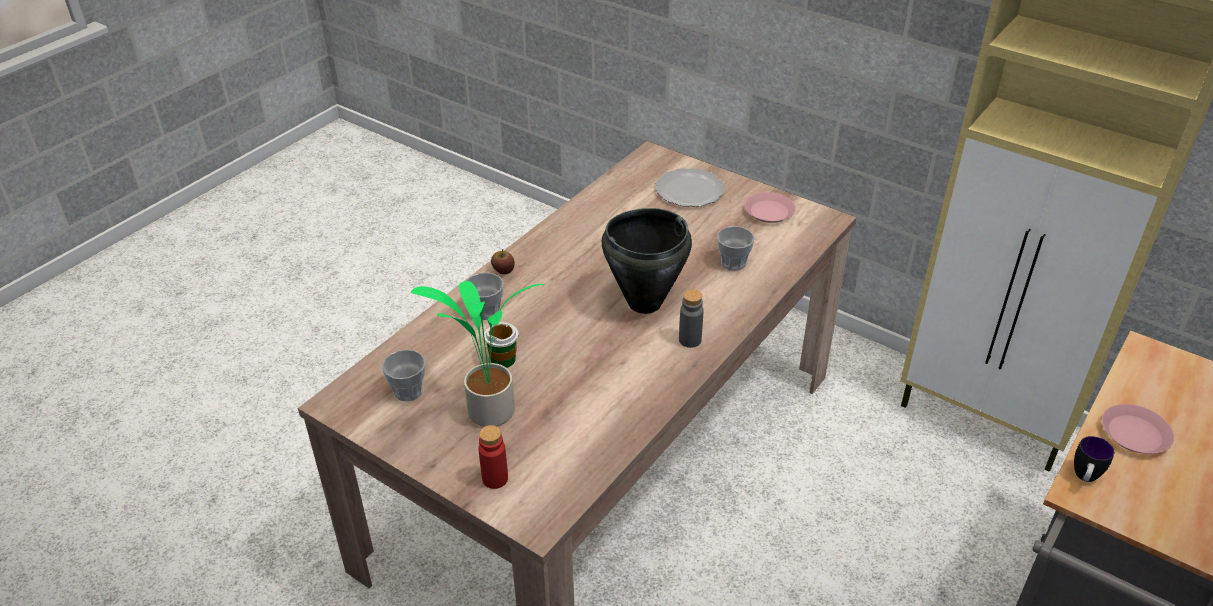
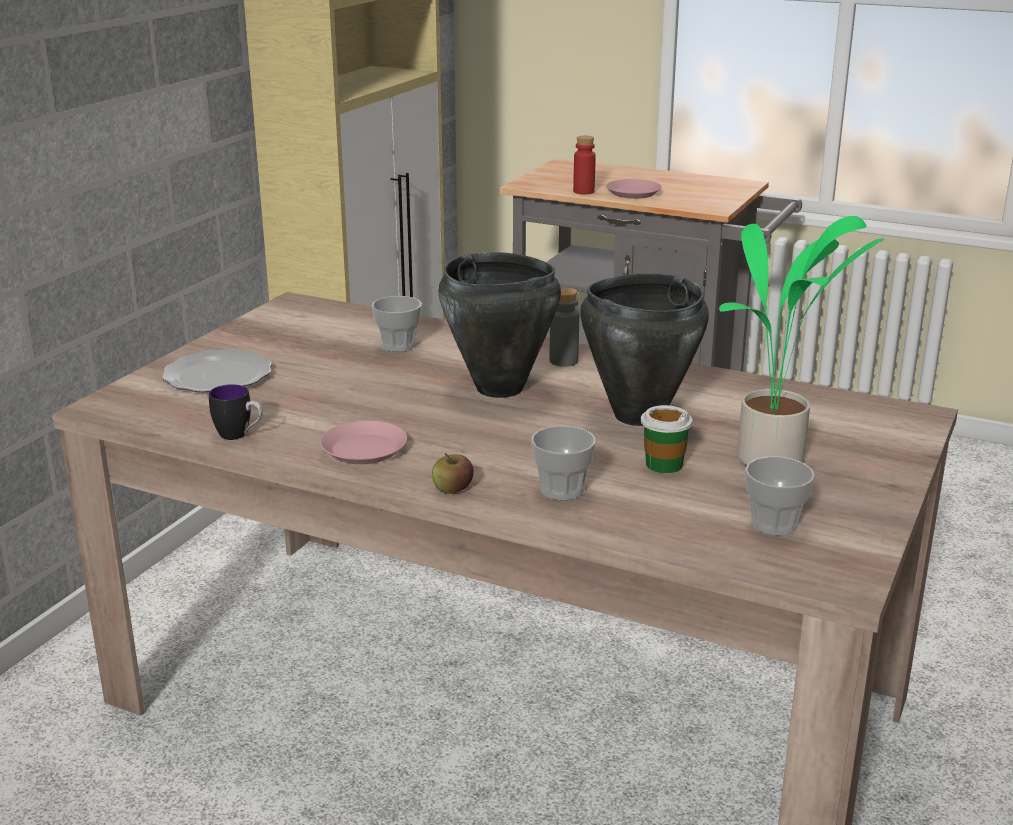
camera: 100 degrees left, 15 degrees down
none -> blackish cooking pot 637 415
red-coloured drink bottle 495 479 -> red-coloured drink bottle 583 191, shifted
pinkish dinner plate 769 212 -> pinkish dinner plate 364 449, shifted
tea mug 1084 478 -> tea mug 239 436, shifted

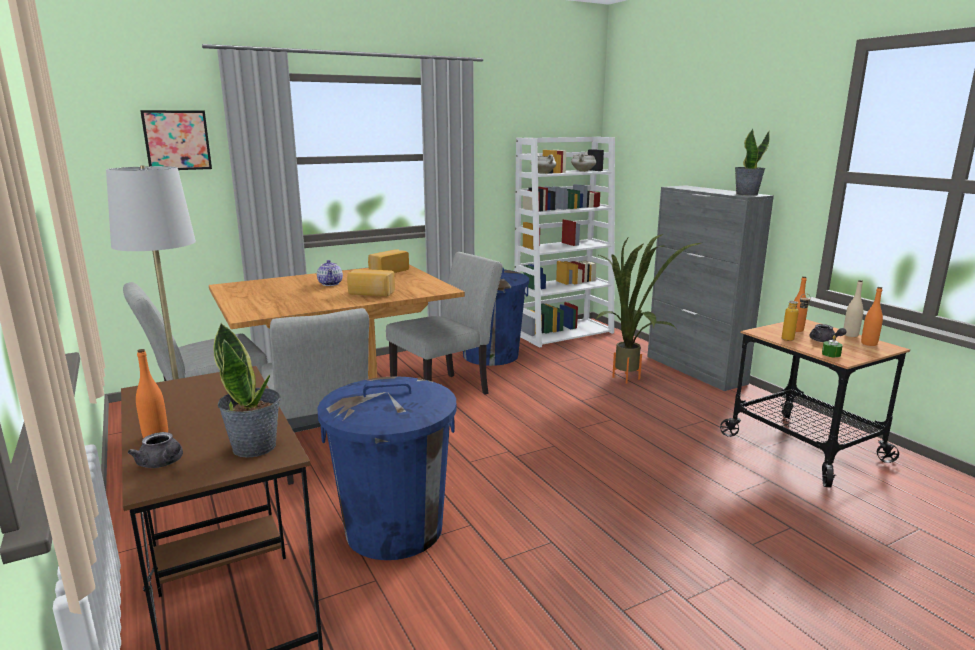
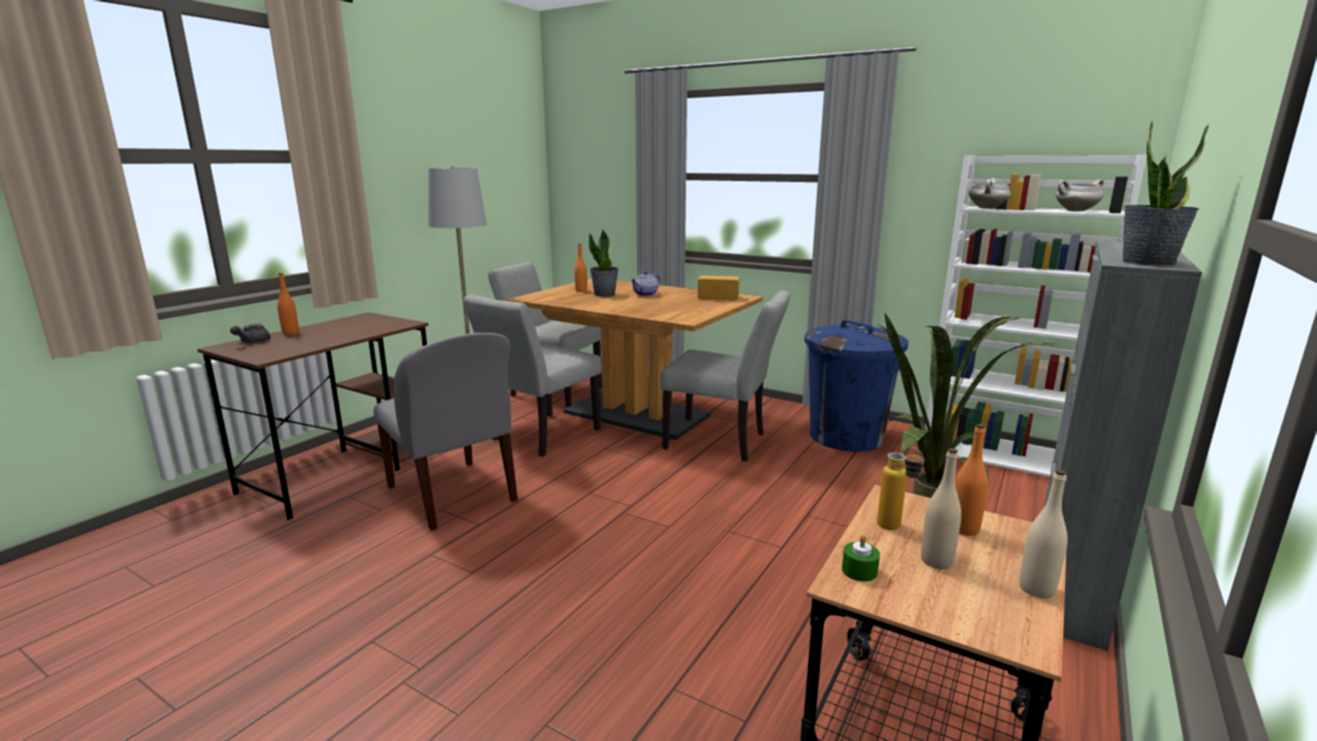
camera: 60 degrees right, 0 degrees up
picture 177 140 -> none
baked bread 371 293 -> none
houseplant 255 447 -> houseplant 605 294, shifted
orange-coloured drink bottle 869 343 -> orange-coloured drink bottle 581 291, shifted
bluish trash can 394 529 -> gray plain chair 453 495
gray pot for tea 824 341 -> beige drink bottle 936 561

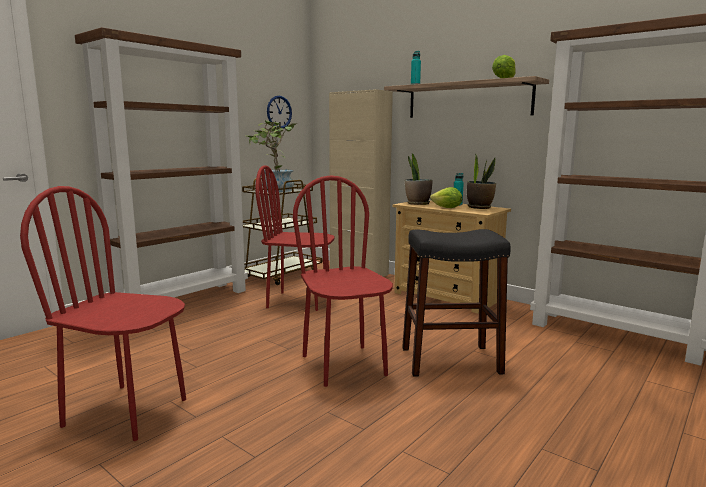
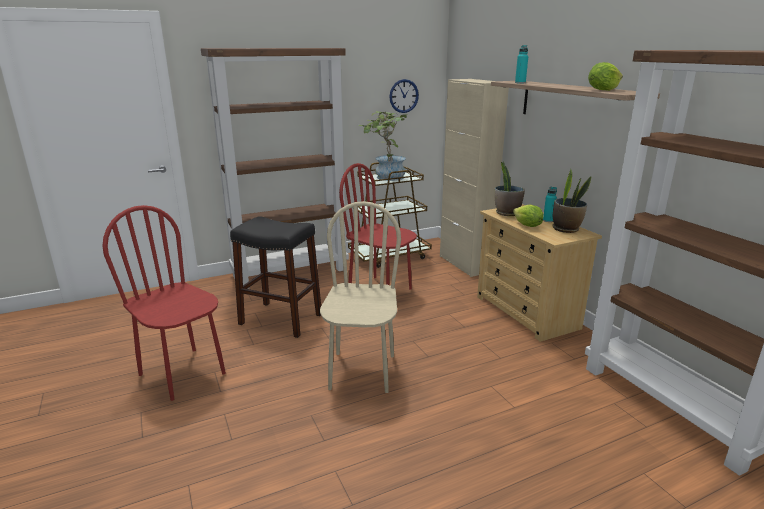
camera: 25 degrees right, 10 degrees up
blackish stool seat 450 360 -> blackish stool seat 281 319, shifted
red-coloured plain chair 344 365 -> beige plain chair 361 372

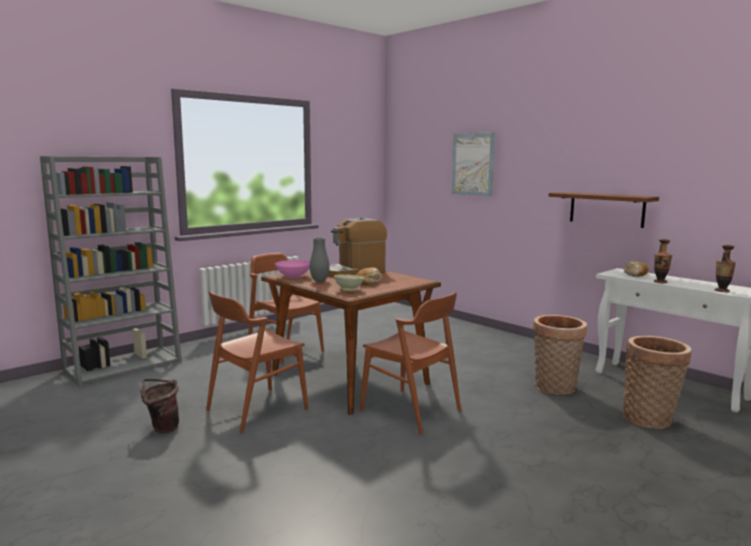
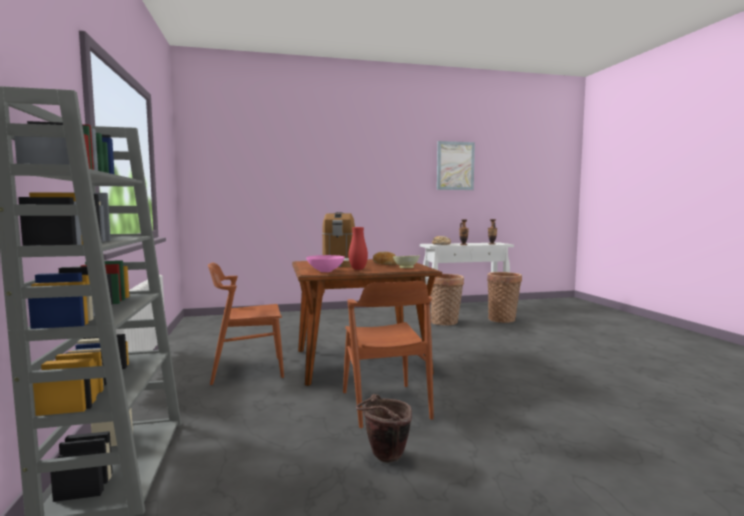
camera: 60 degrees left, 5 degrees down
brownish plain chair 411 411 -> none
brownish wall shelf 606 209 -> none
picture 473 164 -> picture 455 166, shifted
gray decorative vase 319 281 -> red-coloured decorative vase 358 269

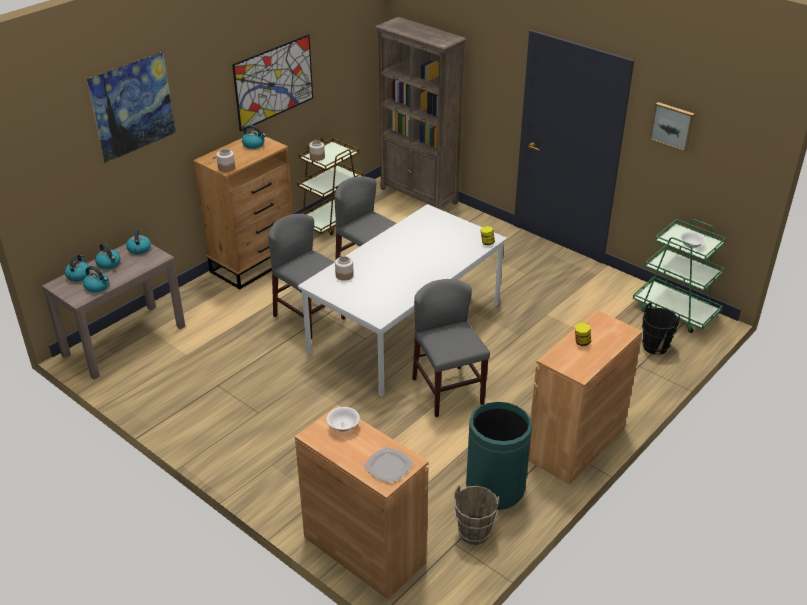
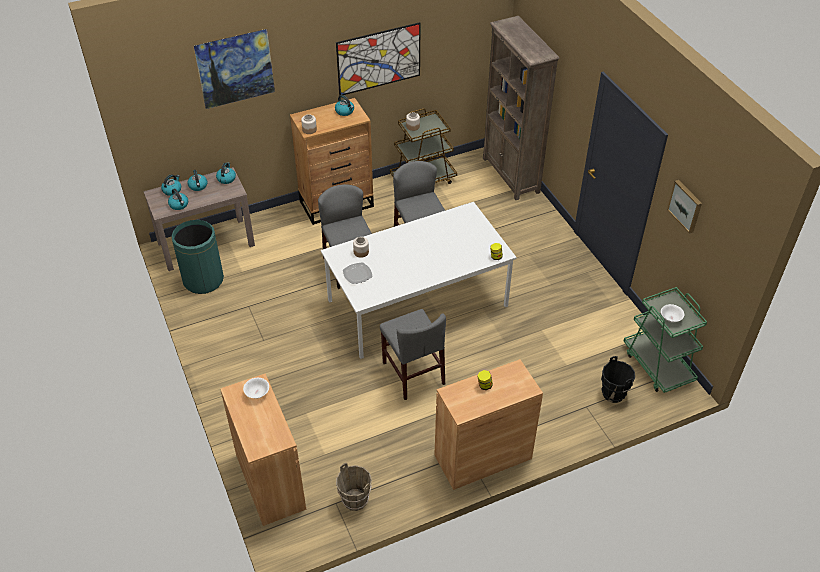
camera: 25 degrees right, 10 degrees up
dinner plate 389 466 -> dinner plate 357 274, shifted
greenish trash can 495 489 -> greenish trash can 203 280, shifted
gray plain chair 448 391 -> gray plain chair 413 373, 150 degrees clockwise

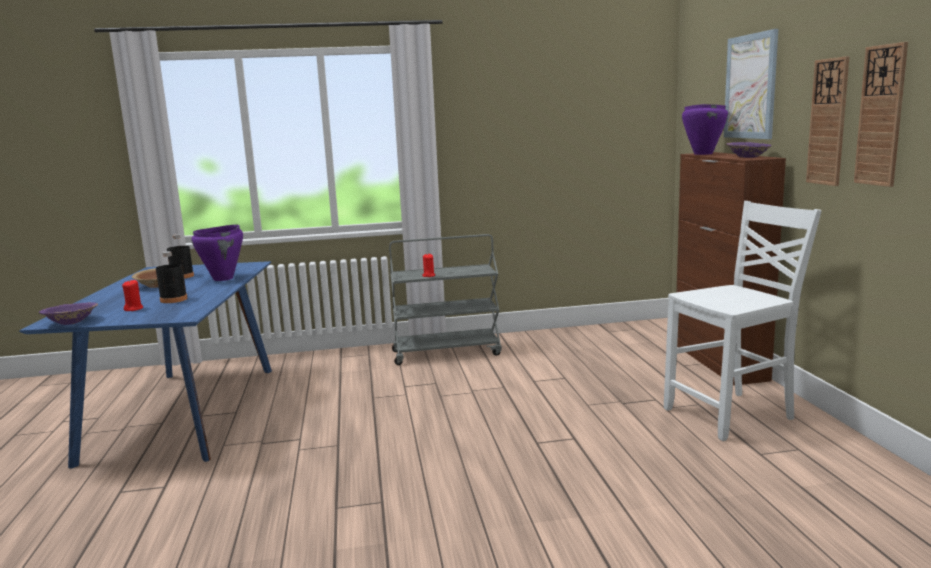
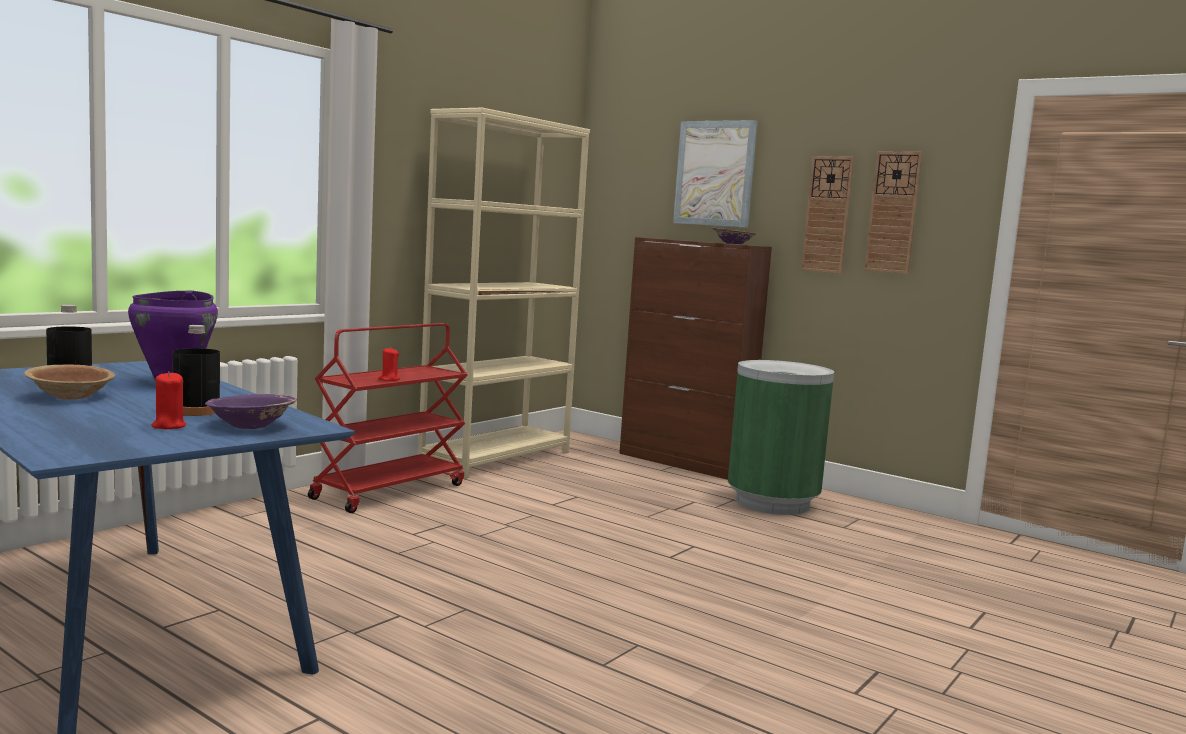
camera: 45 degrees left, 5 degrees down
purple cooking pot 702 154 -> none
none -> beige bookshelf 497 458
purple serving bowl 71 322 -> purple serving bowl 251 425, shifted
white-coloured plain chair 732 415 -> greenish trash can 772 503
gray wheeled cart 447 352 -> red-coloured wheeled cart 389 491

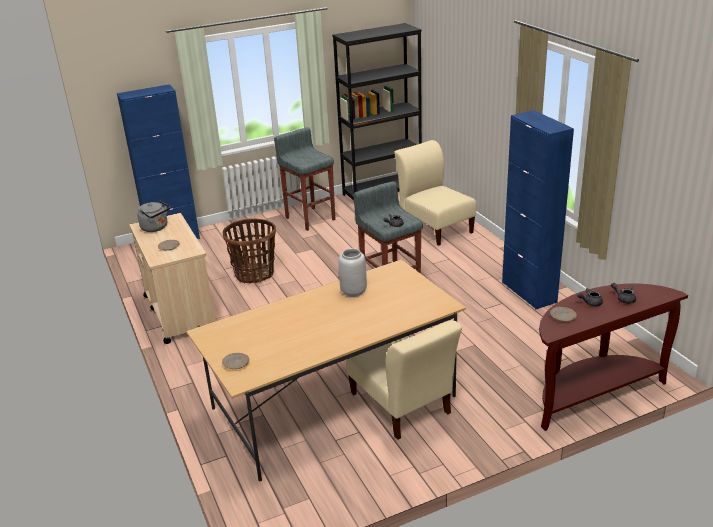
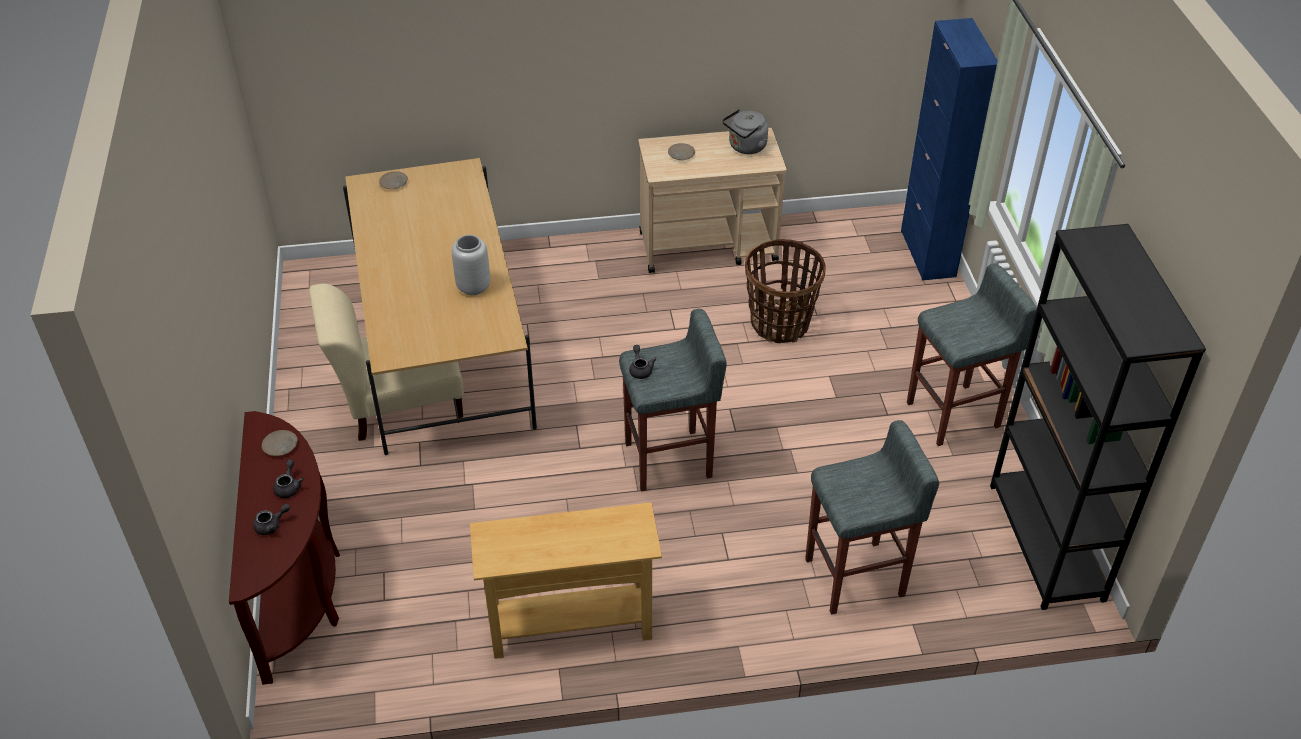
camera: 105 degrees right, 15 degrees up
beige plain chair 435 227 -> gray stool seat 856 578
bluish cabinet 528 292 -> beige console table 570 626

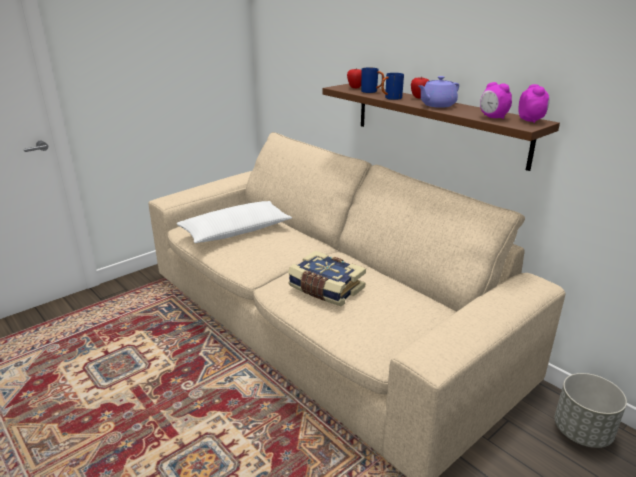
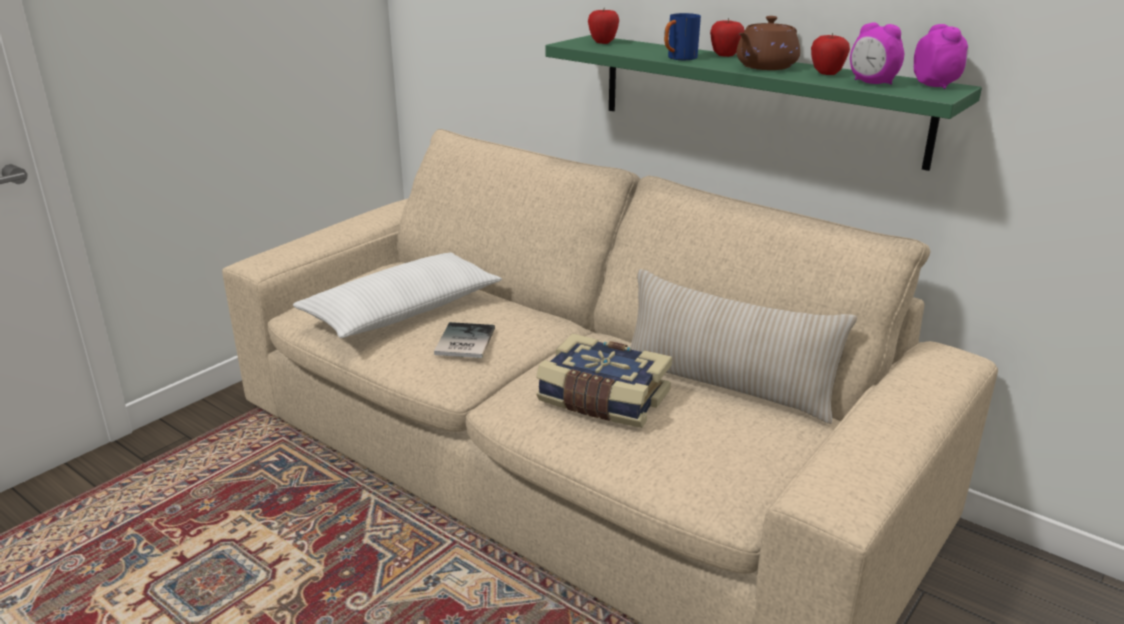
camera: 10 degrees left, 0 degrees up
bluish tea mug 372 92 -> none
gray flower pot 582 431 -> none
none -> bound book 462 342
none -> beige cushion 726 387
none -> apple 827 74
brownish wall shelf 437 122 -> greenish wall shelf 756 97
purple pot for tea 437 105 -> brownish pot for tea 765 67

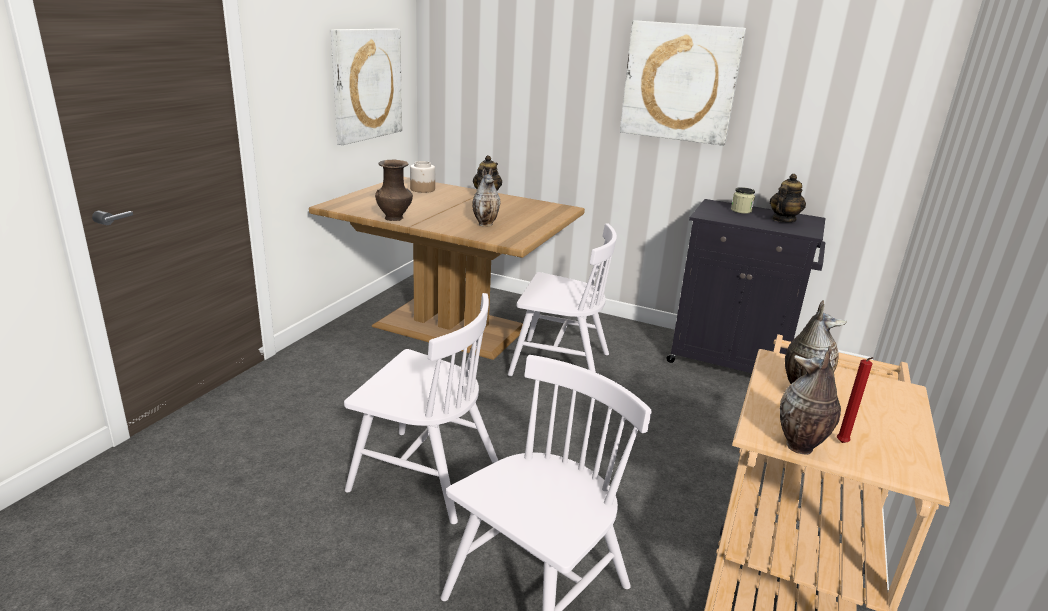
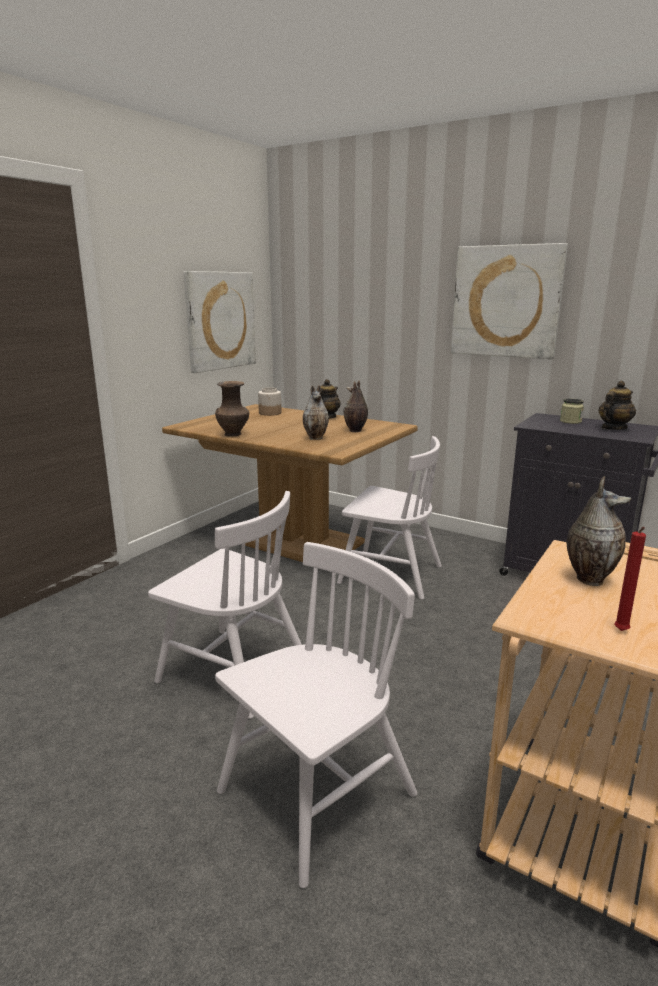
camera: 10 degrees right, 5 degrees down
decorative vase 800 447 -> decorative vase 355 431, shifted

